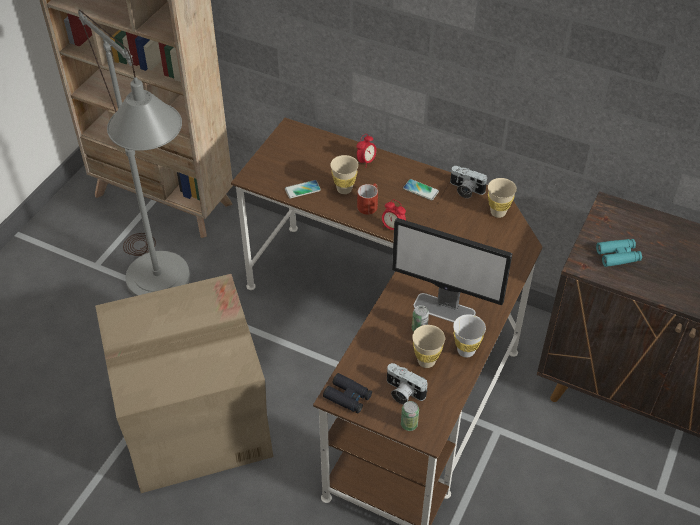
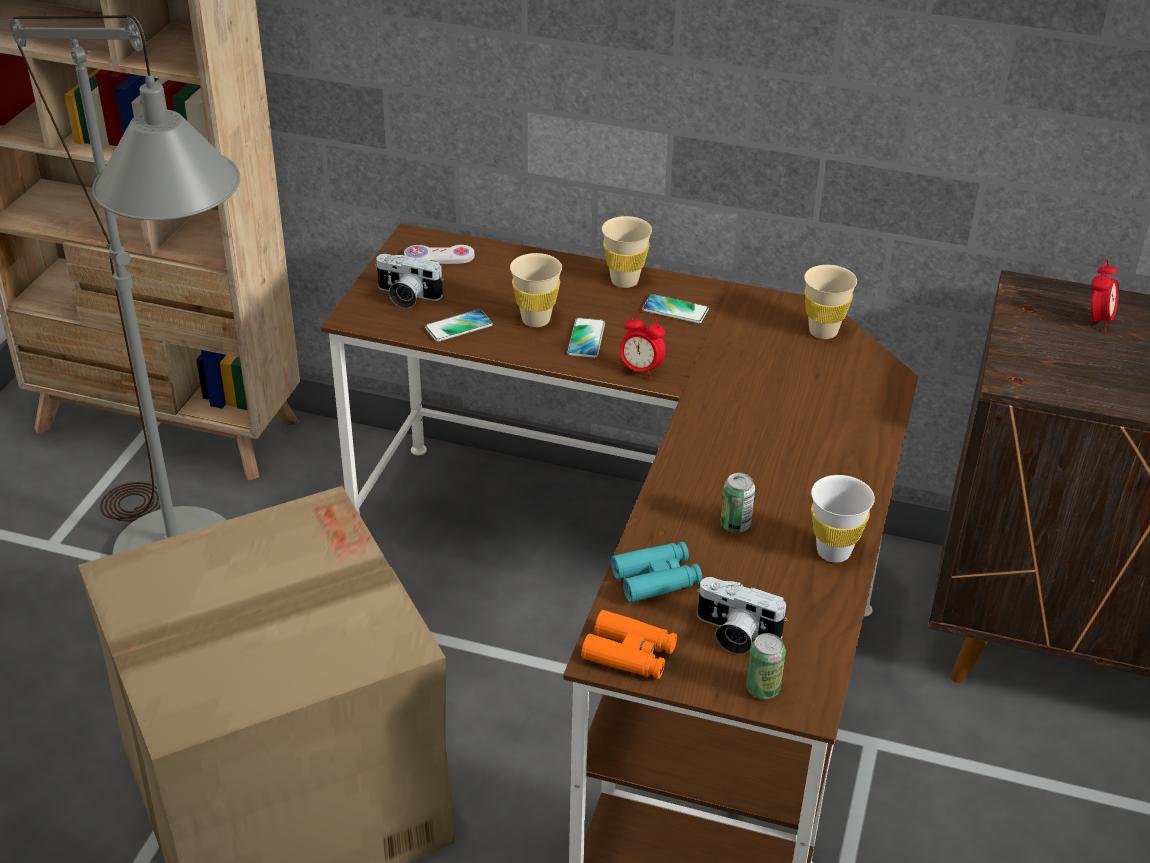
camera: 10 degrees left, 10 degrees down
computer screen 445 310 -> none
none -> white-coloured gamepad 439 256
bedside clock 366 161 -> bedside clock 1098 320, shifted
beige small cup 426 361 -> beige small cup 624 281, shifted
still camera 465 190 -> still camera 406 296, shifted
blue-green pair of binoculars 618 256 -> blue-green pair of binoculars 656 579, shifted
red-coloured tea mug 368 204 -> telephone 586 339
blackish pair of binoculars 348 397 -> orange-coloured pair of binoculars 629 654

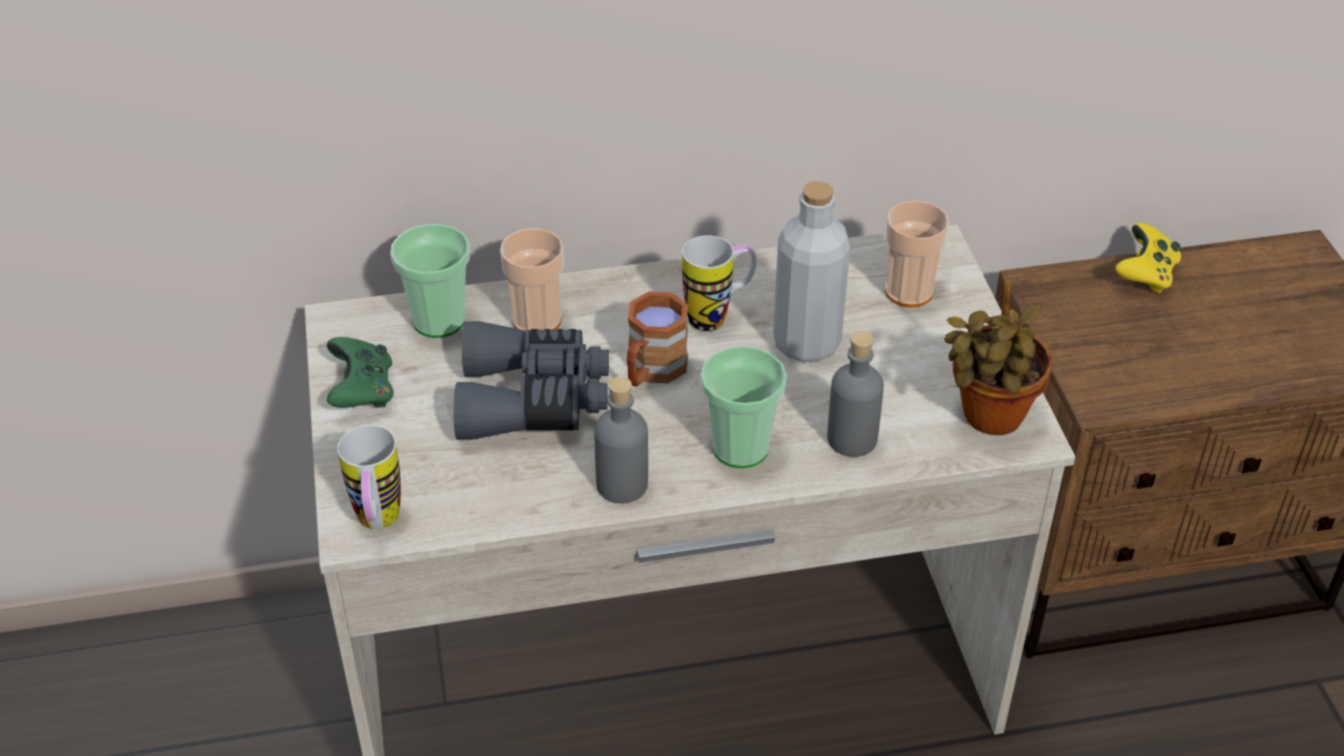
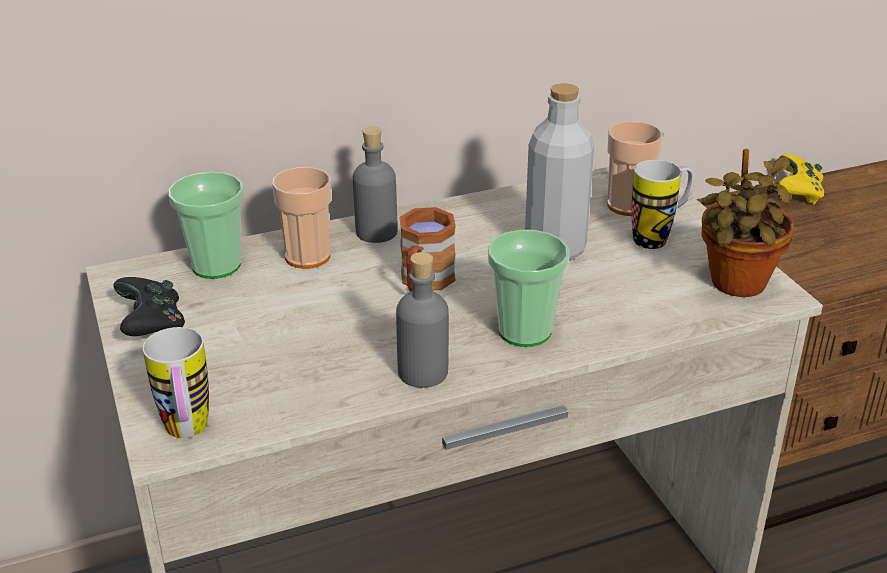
camera: 10 degrees left, 10 degrees down
gray pair of binoculars 533 399 -> none
tea mug 718 316 -> tea mug 659 237, shifted
gray drink bottle 852 439 -> gray drink bottle 376 232, shifted
greenish gamepad 362 392 -> blackish gamepad 152 327

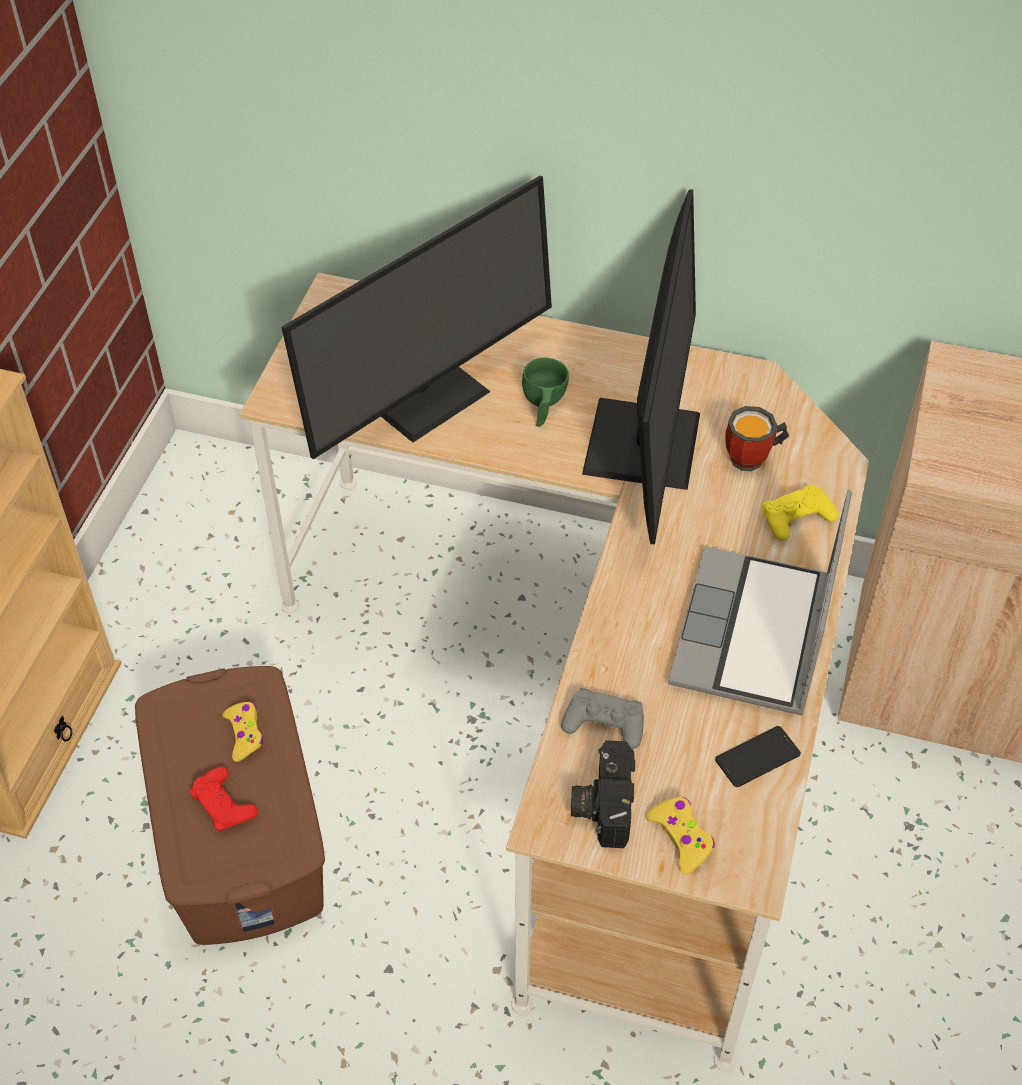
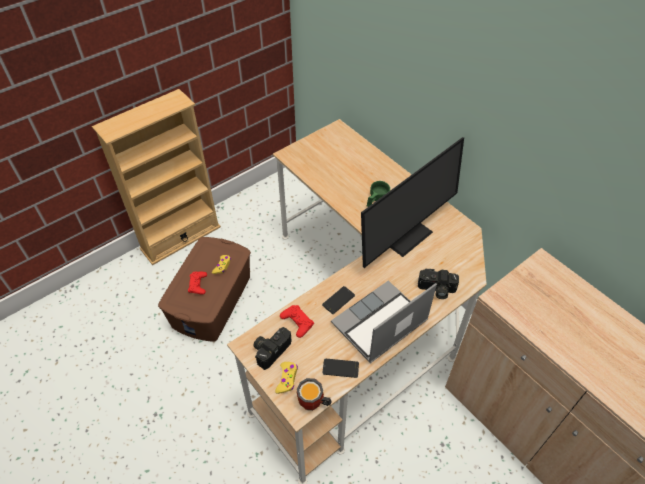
camera: 35 degrees right, 0 degrees up
computer screen 421 392 -> none
none -> telephone 338 300
tea mug 753 460 -> tea mug 313 404, shifted
yellow gamepad 797 517 -> still camera 436 290
gray gamepad 604 723 -> red-coloured gamepad 297 322

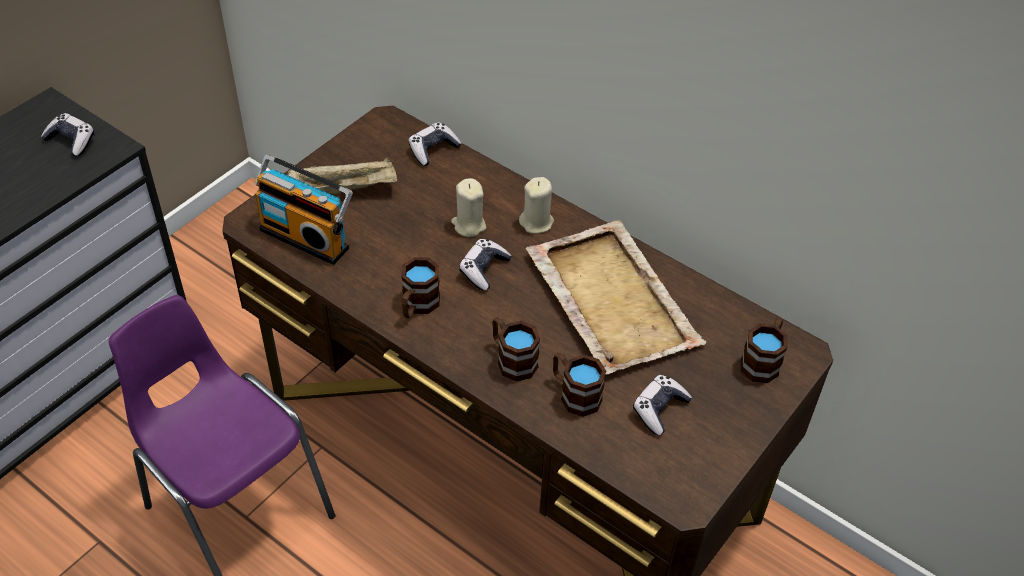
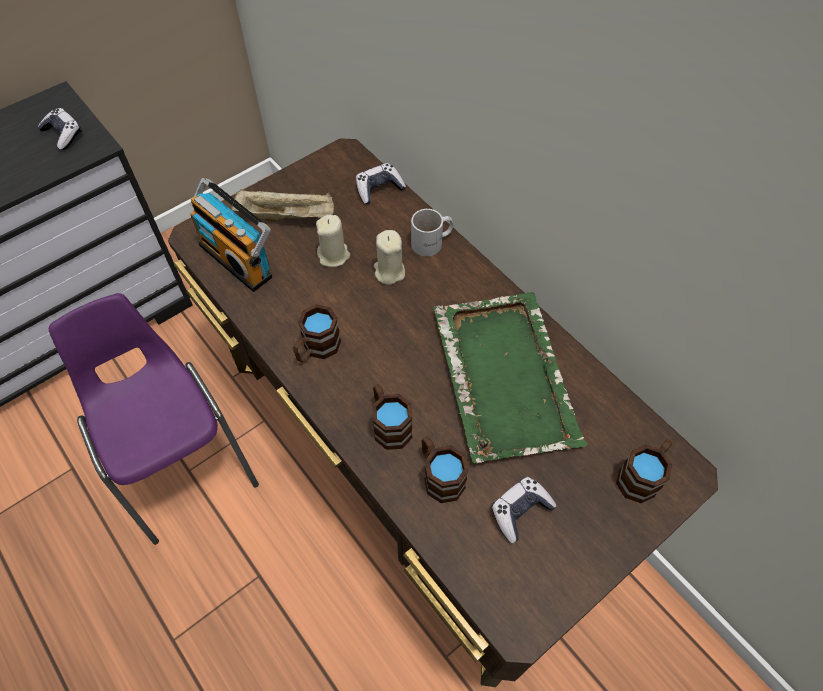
camera: 15 degrees right, 10 degrees up
gamepad 484 269 -> none
none -> white-coloured tea mug 432 243
beige candle 536 222 -> beige candle 334 255, shifted
beige carrying tray 611 298 -> greenish carrying tray 504 375

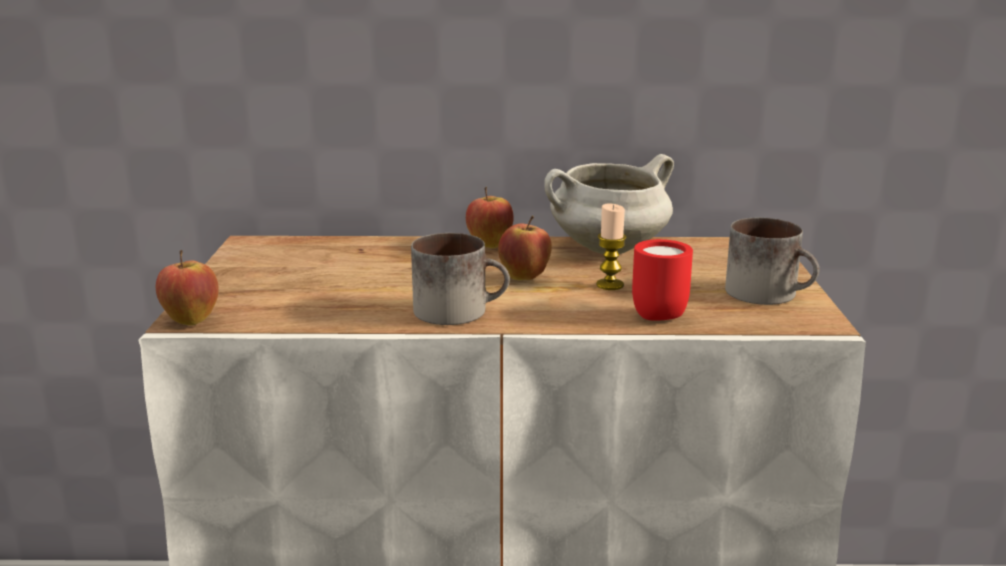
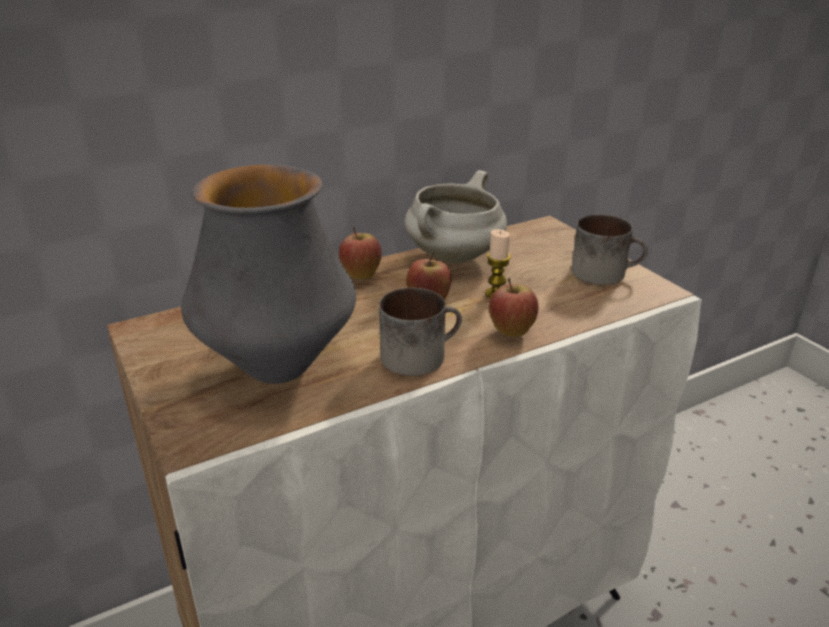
camera: 30 degrees left, 10 degrees up
red-coloured tea mug 656 313 -> none
none -> decorative vase 277 368
apple 190 321 -> apple 511 332, shifted

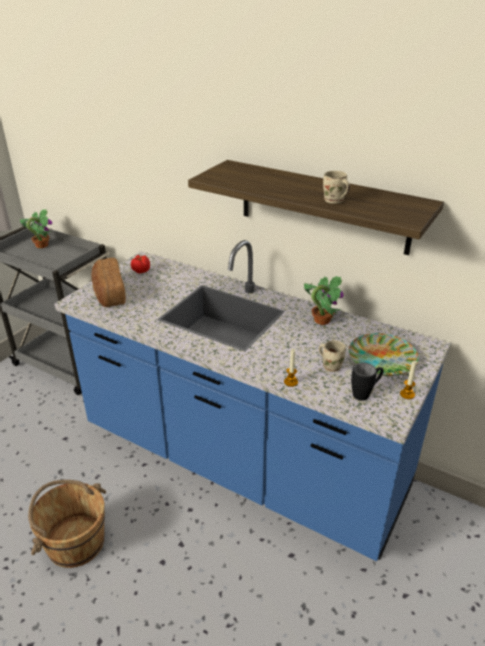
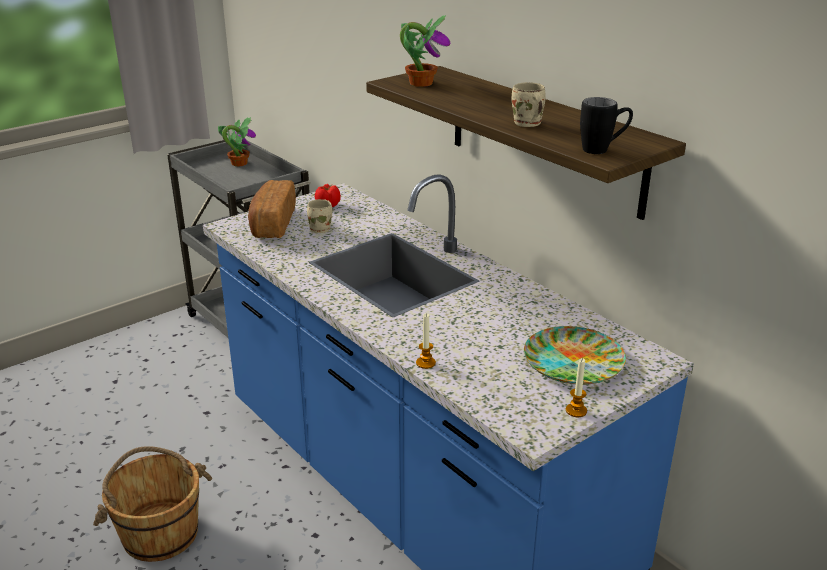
camera: 20 degrees right, 5 degrees down
houseplant 321 320 -> houseplant 420 83, shifted
beige tea mug 331 366 -> beige tea mug 320 229, shifted
blackish tea mug 365 393 -> blackish tea mug 603 150, shifted

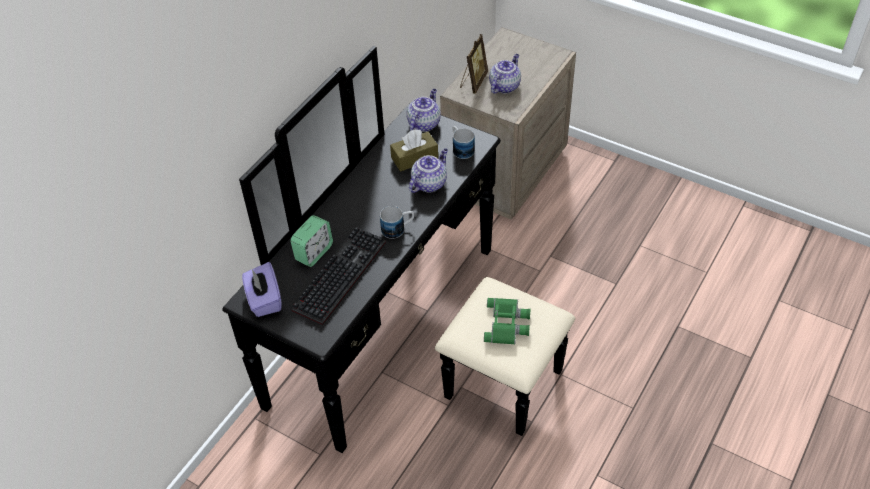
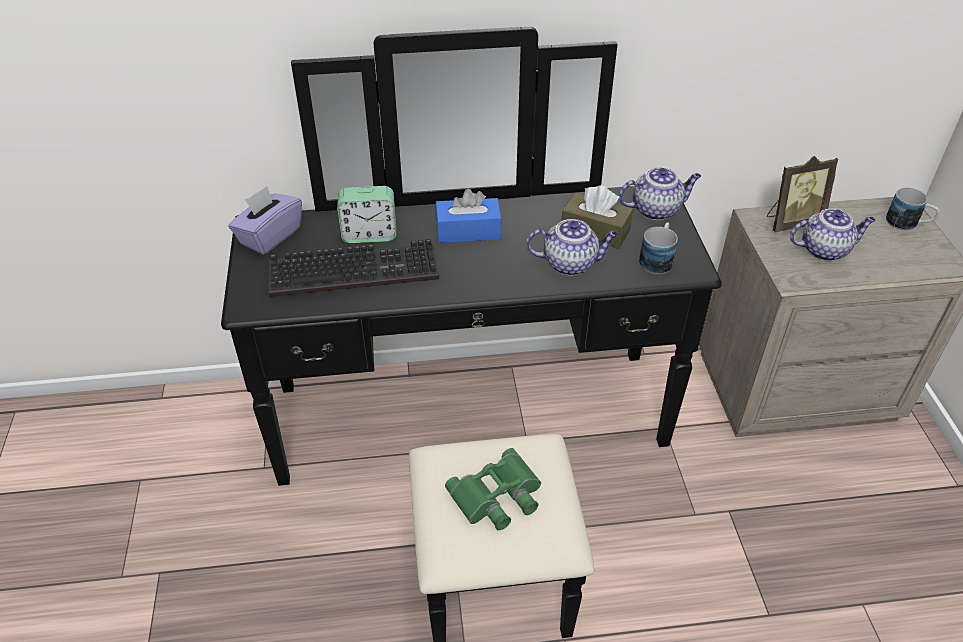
camera: 50 degrees right, 5 degrees down
none -> bluish box of tissues 468 231
tea mug 398 229 -> tea mug 908 224, shifted

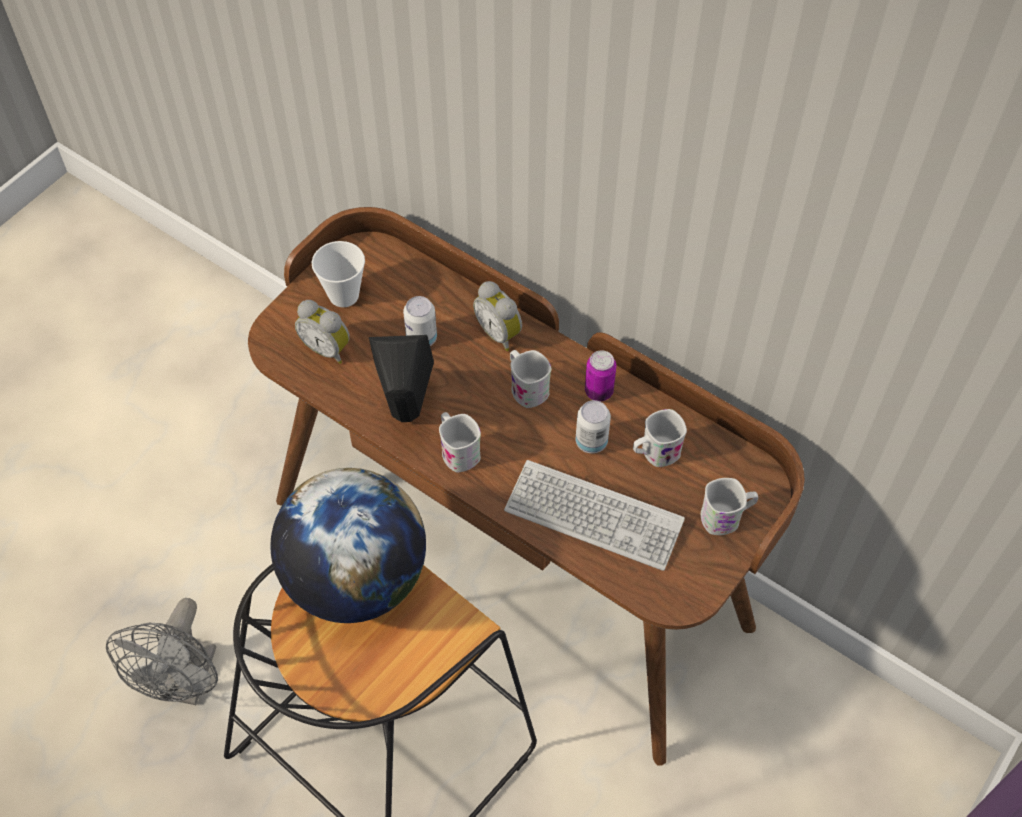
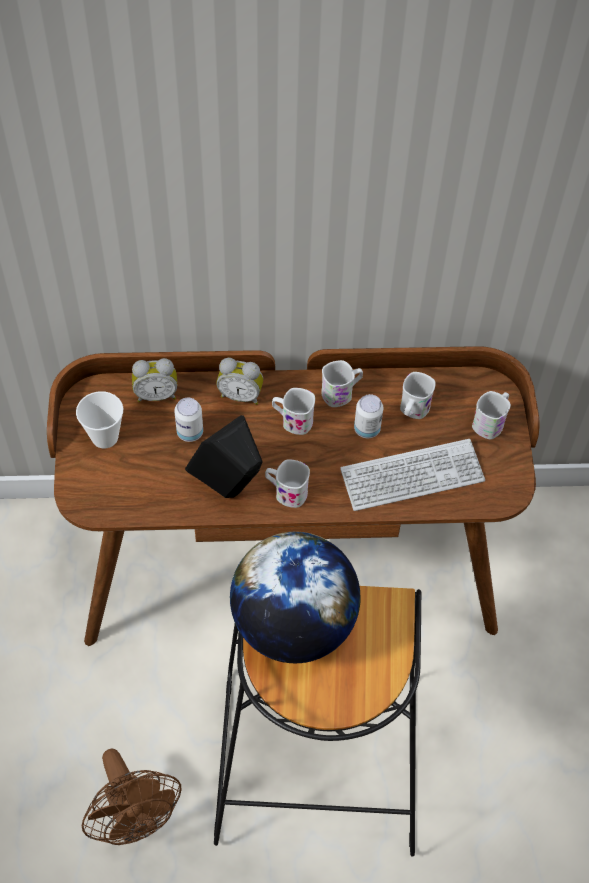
camera: 40 degrees left, 0 degrees up
bedside clock 328 348 -> bedside clock 156 394, shifted
sealed can 598 391 -> white-coloured tea mug 341 393
gray cooling fan 186 684 -> brownish cooling fan 136 819

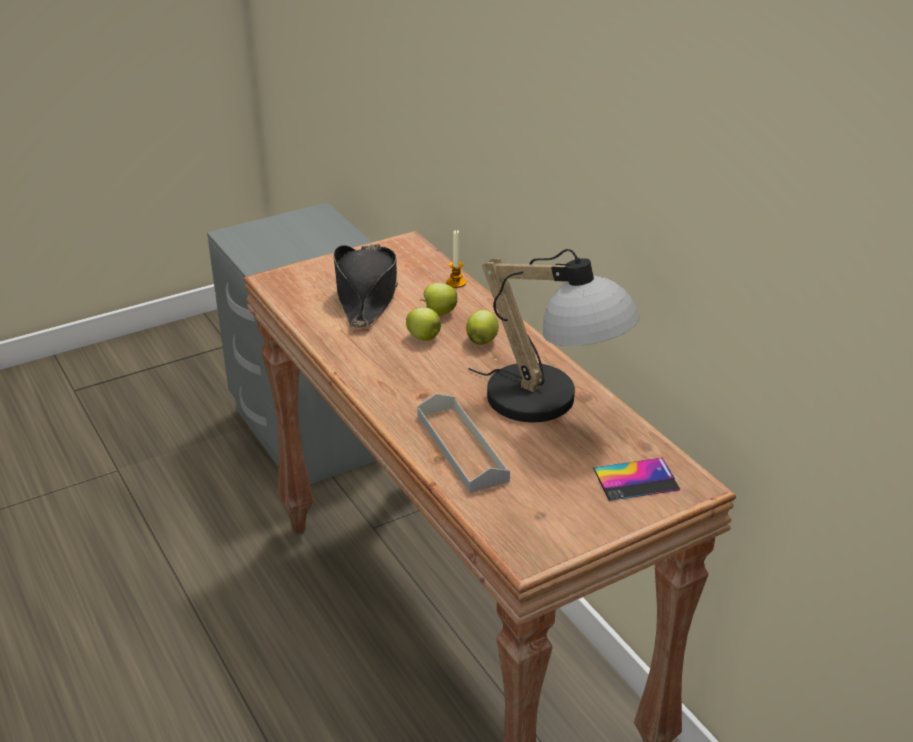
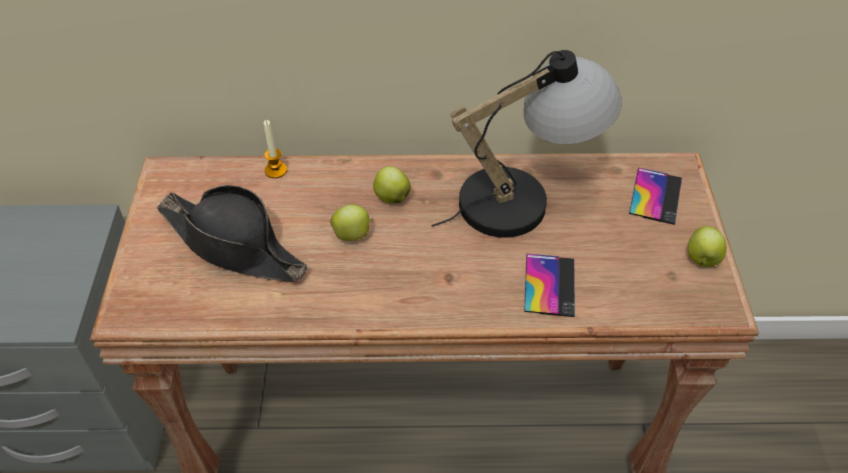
camera: 60 degrees left, 15 degrees up
apple 438 313 -> apple 702 259, shifted
gray carrying tray 462 448 -> telephone 549 285

